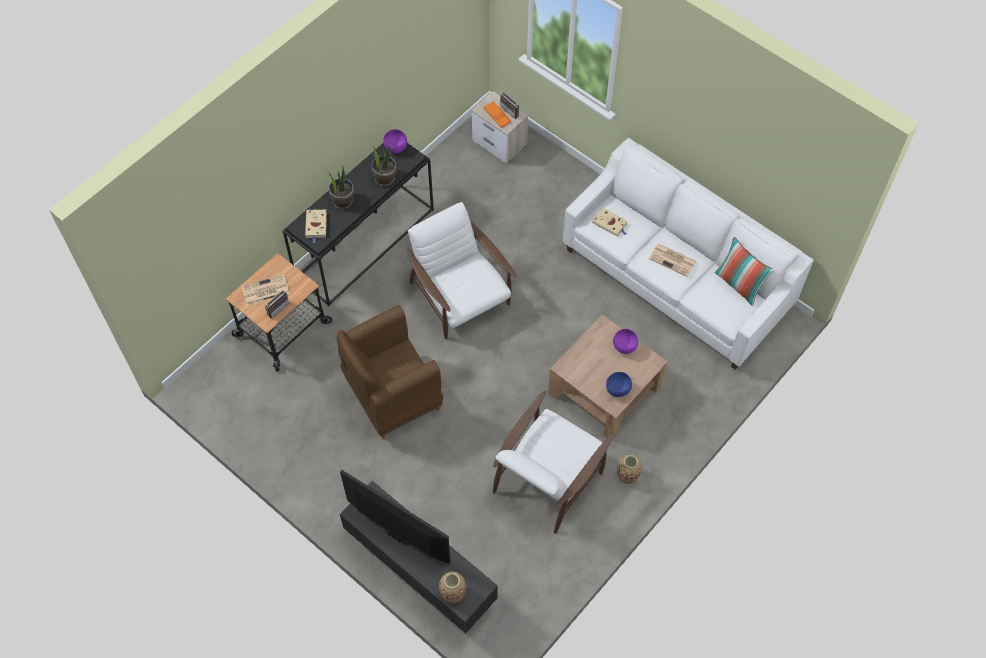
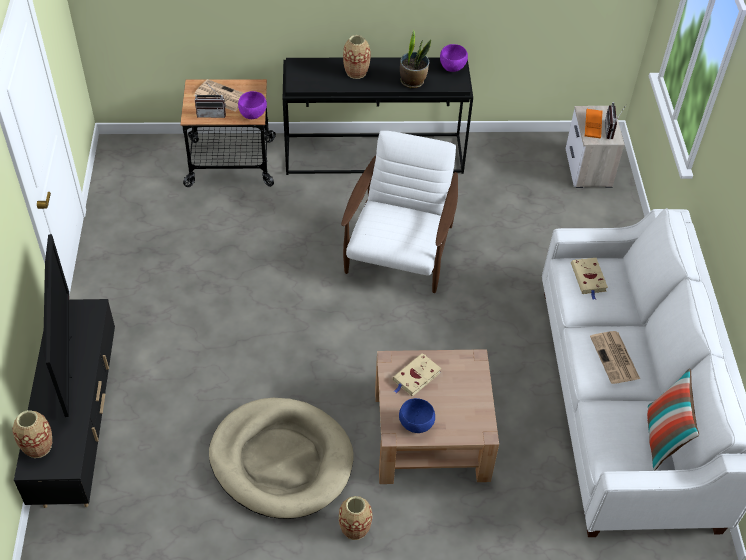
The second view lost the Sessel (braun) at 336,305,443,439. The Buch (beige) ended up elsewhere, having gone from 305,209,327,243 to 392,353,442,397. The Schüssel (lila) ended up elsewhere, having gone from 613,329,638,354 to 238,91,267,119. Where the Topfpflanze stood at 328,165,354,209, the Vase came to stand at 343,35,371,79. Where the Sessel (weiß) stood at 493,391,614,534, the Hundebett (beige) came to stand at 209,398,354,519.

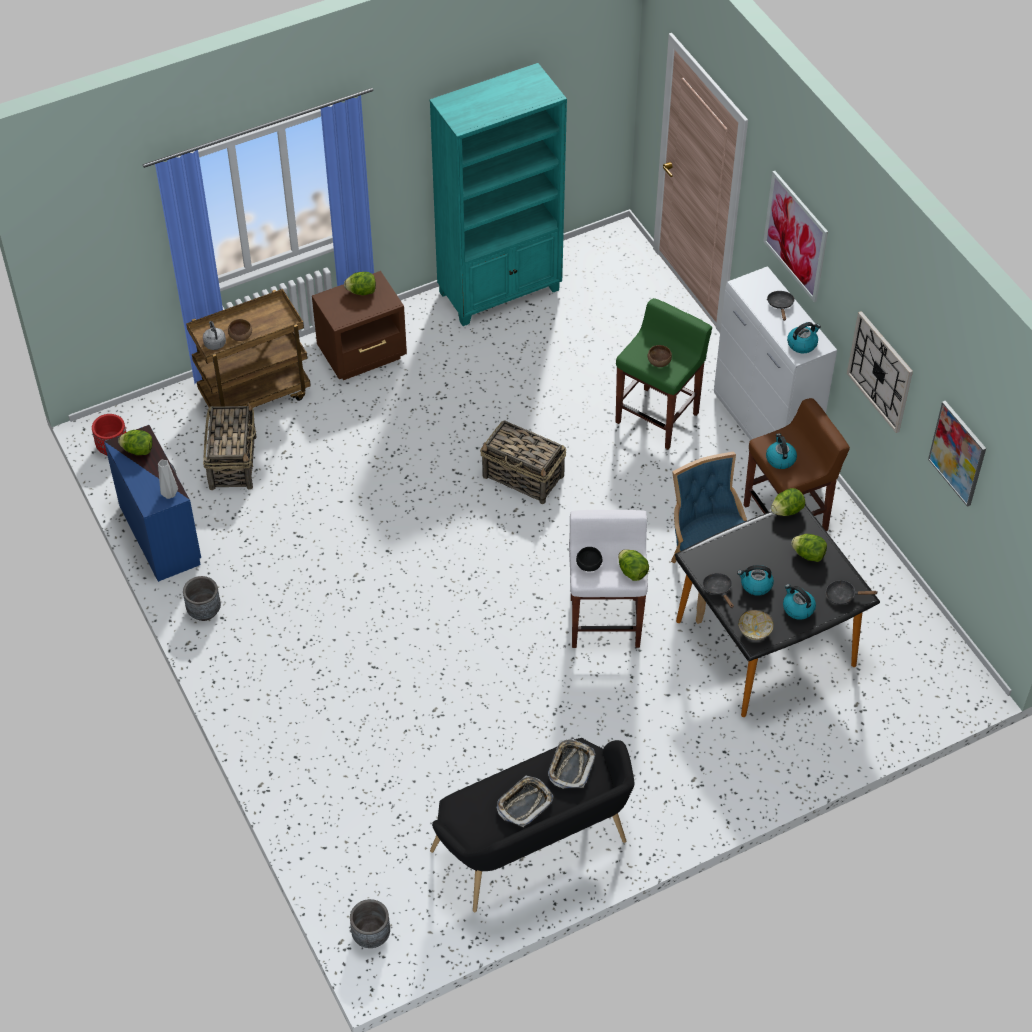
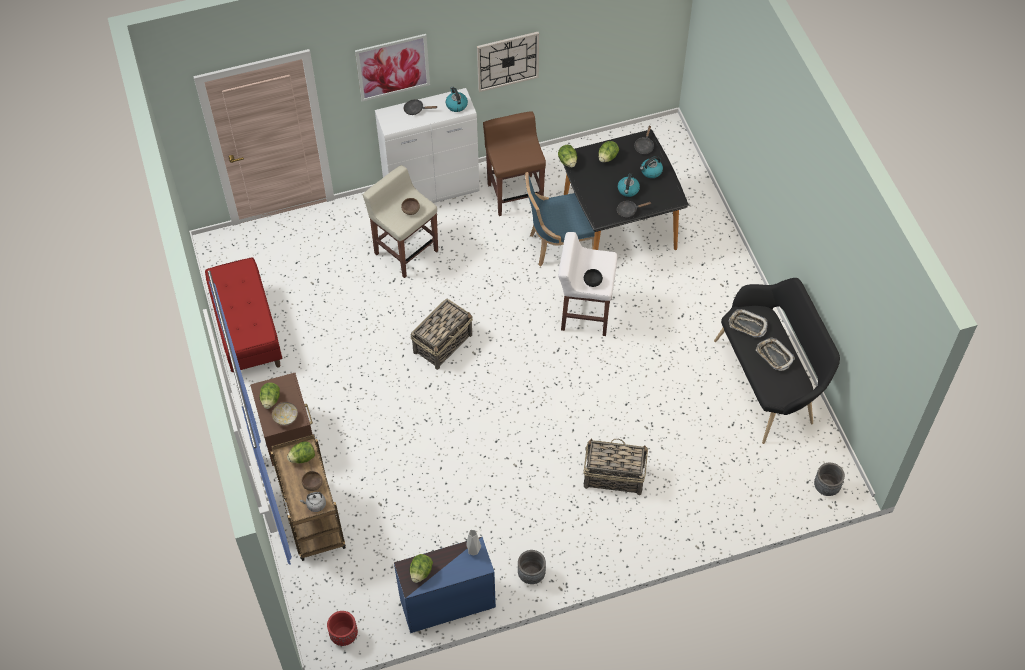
The second view lost the Wasserkessel at 766,433,797,469. The second view lost the Bild at 928,401,986,507. The Korb ended up elsewhere, having gone from 203,402,257,490 to 583,439,648,495. The Salatkopf ended up elsewhere, having gone from 618,549,649,581 to 287,442,315,463. The Schüssel ended up elsewhere, having gone from 738,610,774,640 to 272,402,298,425. Where the Bücherregal (türkis) stood at 430,63,567,326, the Bank (rot) came to stand at 205,257,282,372. What was the Hocker (grün) at 616,298,712,449 turned into the Hocker (beige) at 363,165,438,278.

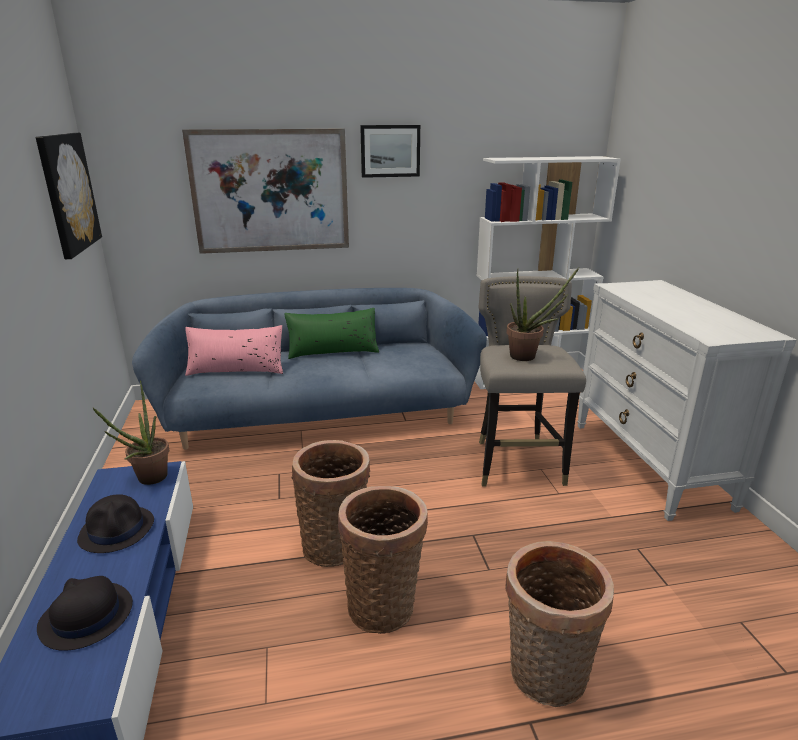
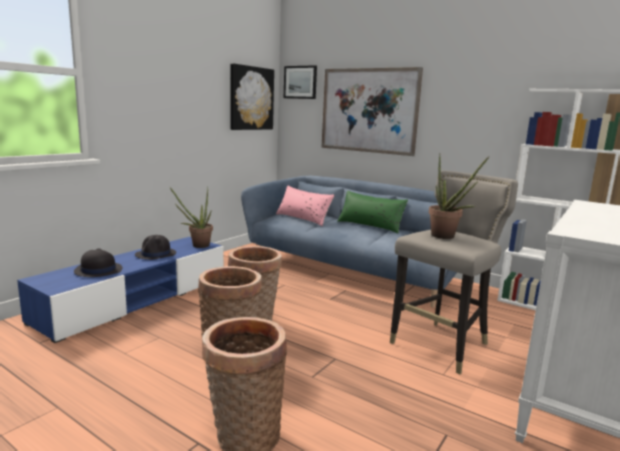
The Bild ended up elsewhere, having gone from 360,125,420,178 to 284,65,317,99.

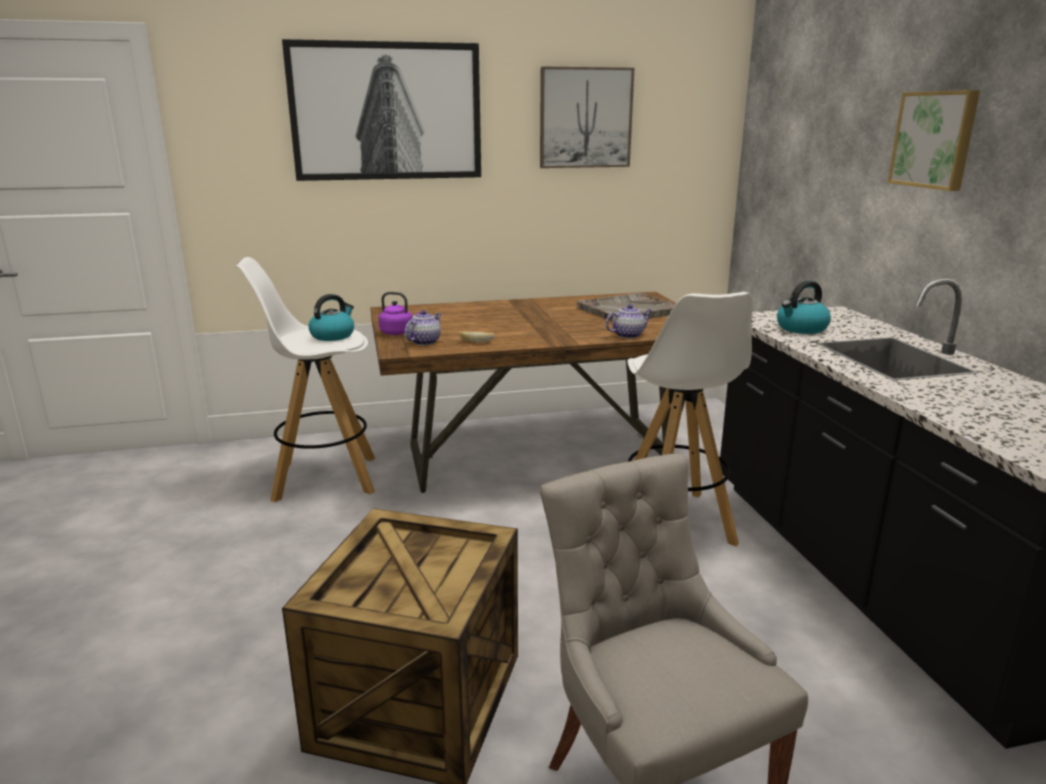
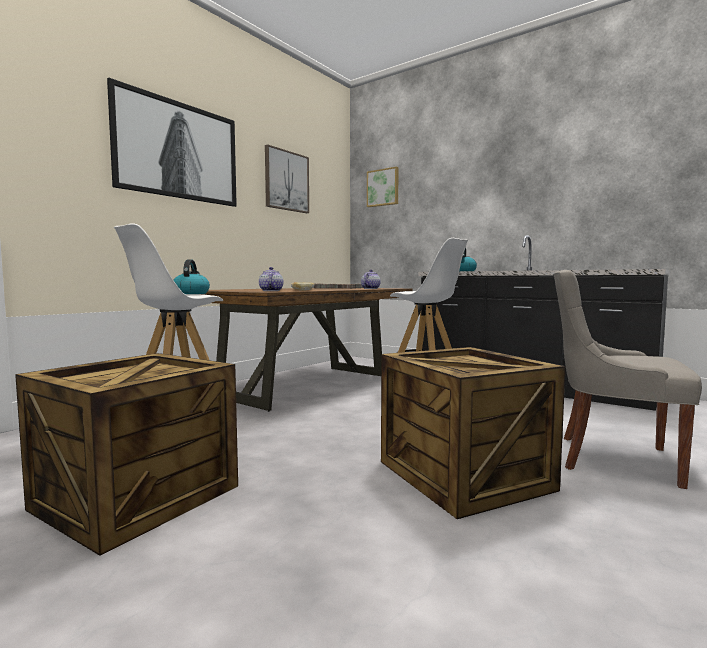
The second view lost the Wasserkessel (lila) at 378,292,421,335. The second view gained the Kiste at 15,353,238,556. The Bild ended up elsewhere, having gone from 888,90,980,191 to 367,167,399,207.

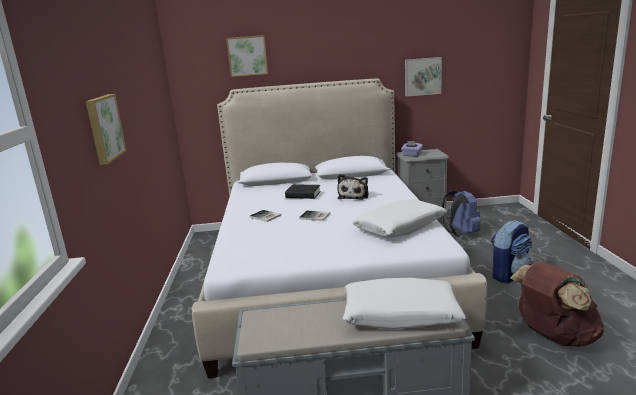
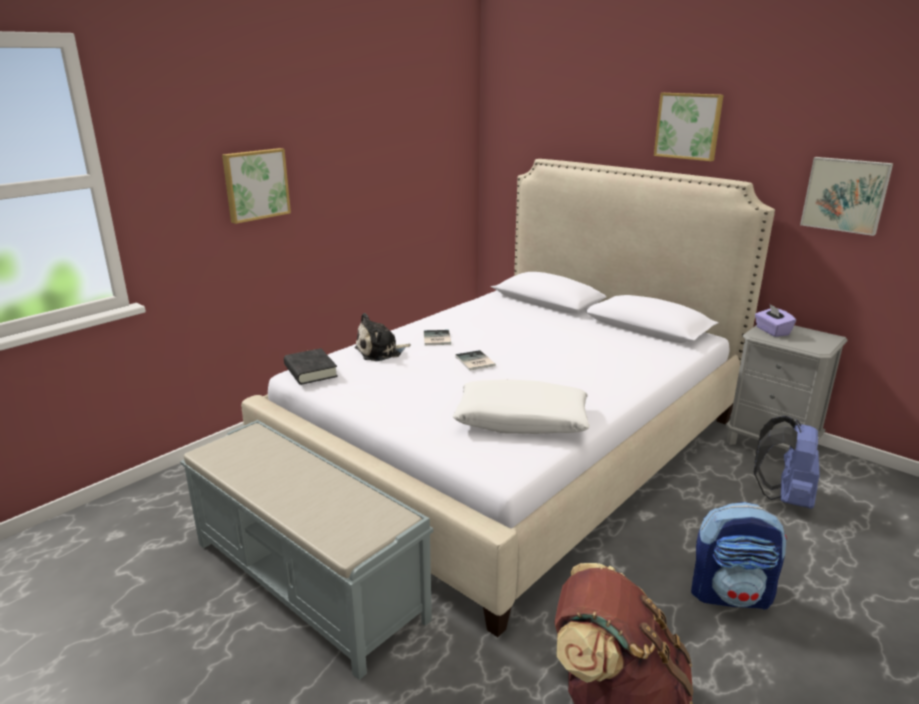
The second view lost the Kissen (weiß) at 342,278,466,329. The Bild ended up elsewhere, having gone from 226,35,268,77 to 654,93,723,161. The Buch (schwarz) ended up elsewhere, having gone from 285,184,321,199 to 284,348,338,385. The Plüschtier ended up elsewhere, having gone from 337,174,369,200 to 354,313,411,361.

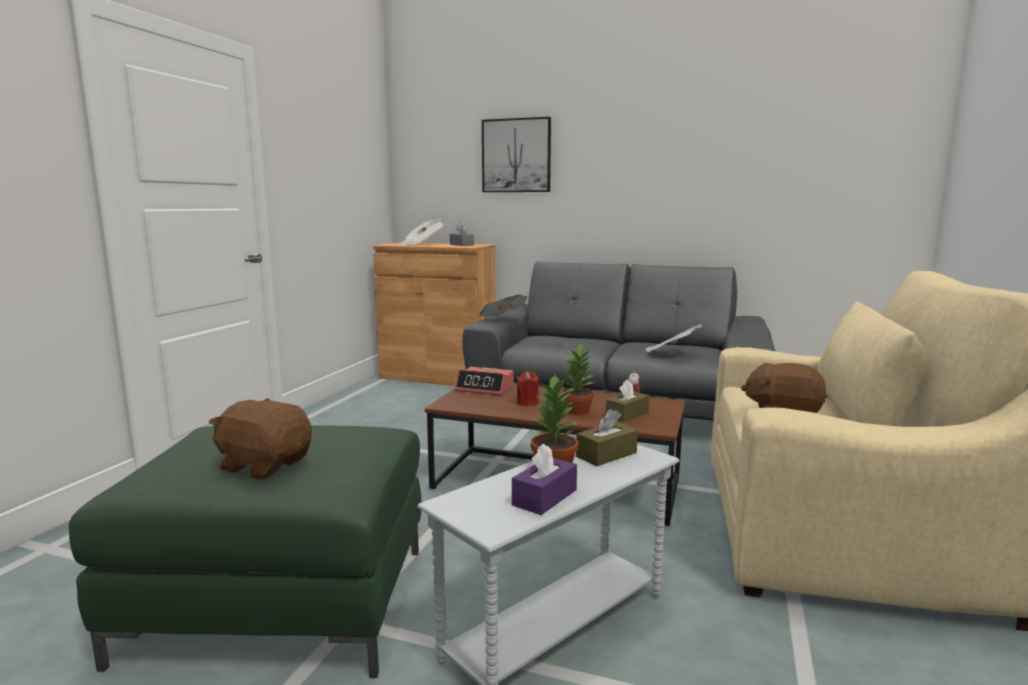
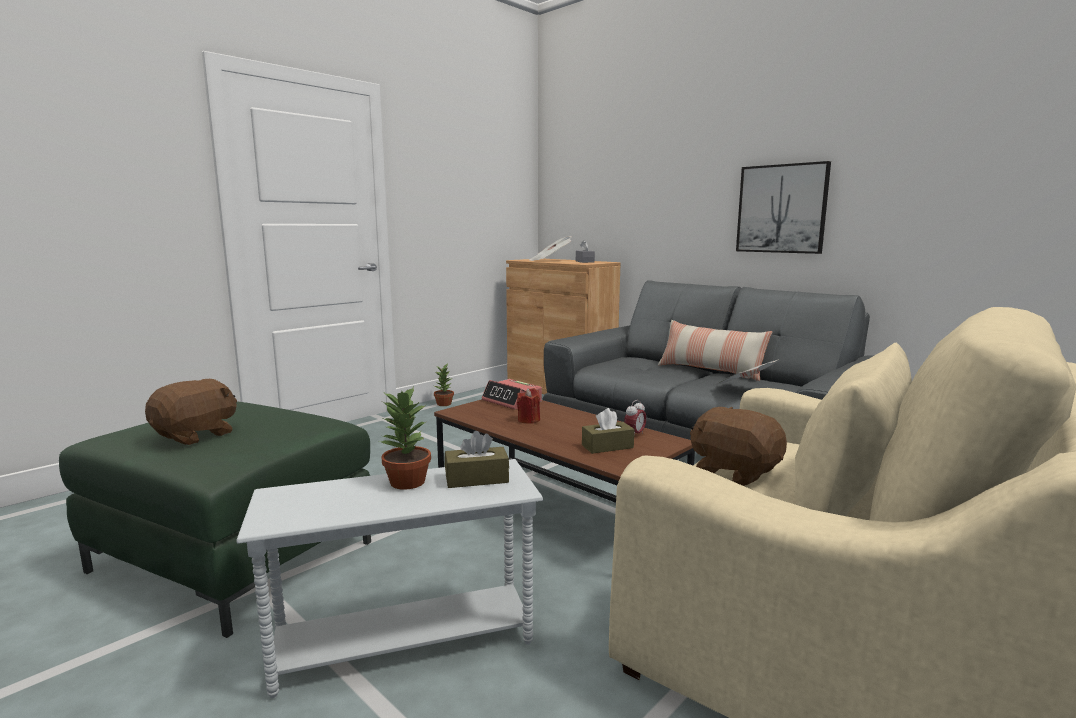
The second view lost the Zeitung at 479,294,528,317. The second view lost the Taschentuchbox (lila) at 512,443,577,515. The second view gained the Kissen at 658,320,773,381. The Bild ended up elsewhere, having gone from 482,117,551,192 to 736,161,831,254. The Topfpflanze ended up elsewhere, having gone from 561,343,595,415 to 434,364,454,406. The Plüschtier (braun) at 209,398,312,480 ended up facing another way, 75 degrees clockwise from before.

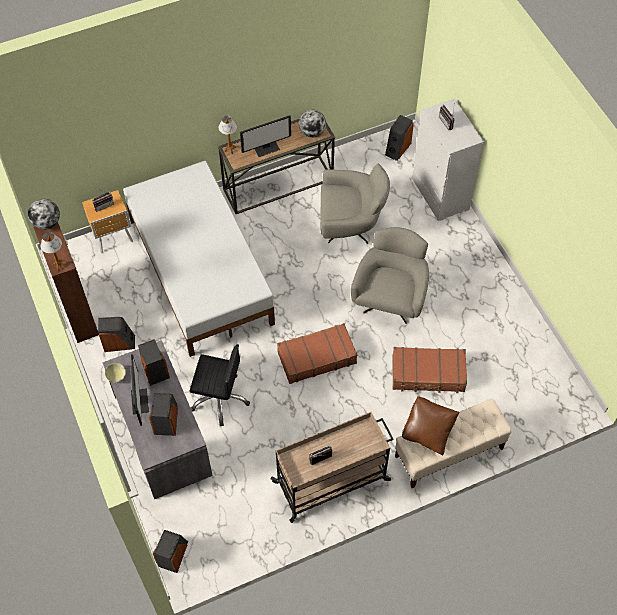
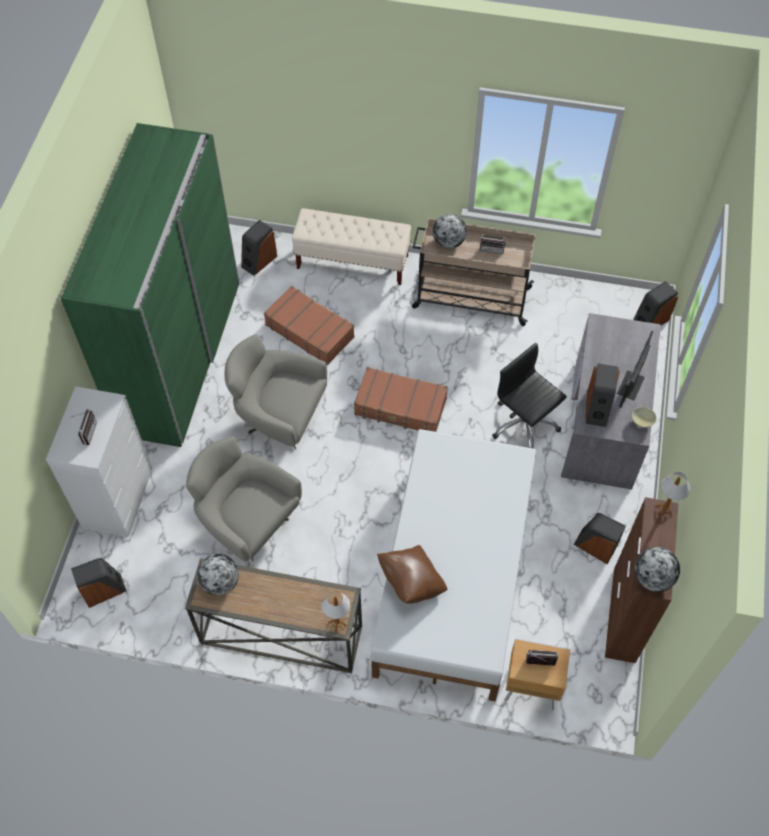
The second view lost the Monitor at 240,115,291,157. The second view gained the Kleiderschrank (grün) at 61,123,239,447. The second view gained the Globus at 433,214,467,249. The Lautsprecher ended up elsewhere, having gone from 149,393,178,436 to 241,220,277,276. The Kissen (braun) ended up elsewhere, having gone from 402,396,460,456 to 377,545,447,604. The Sessel (grau) at 351,227,429,324 ended up facing another way, 60 degrees clockwise from before.

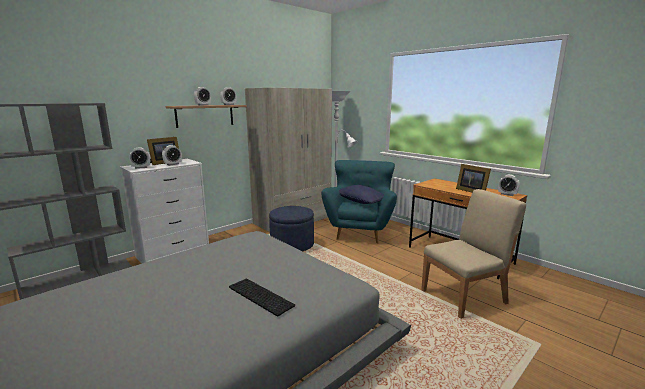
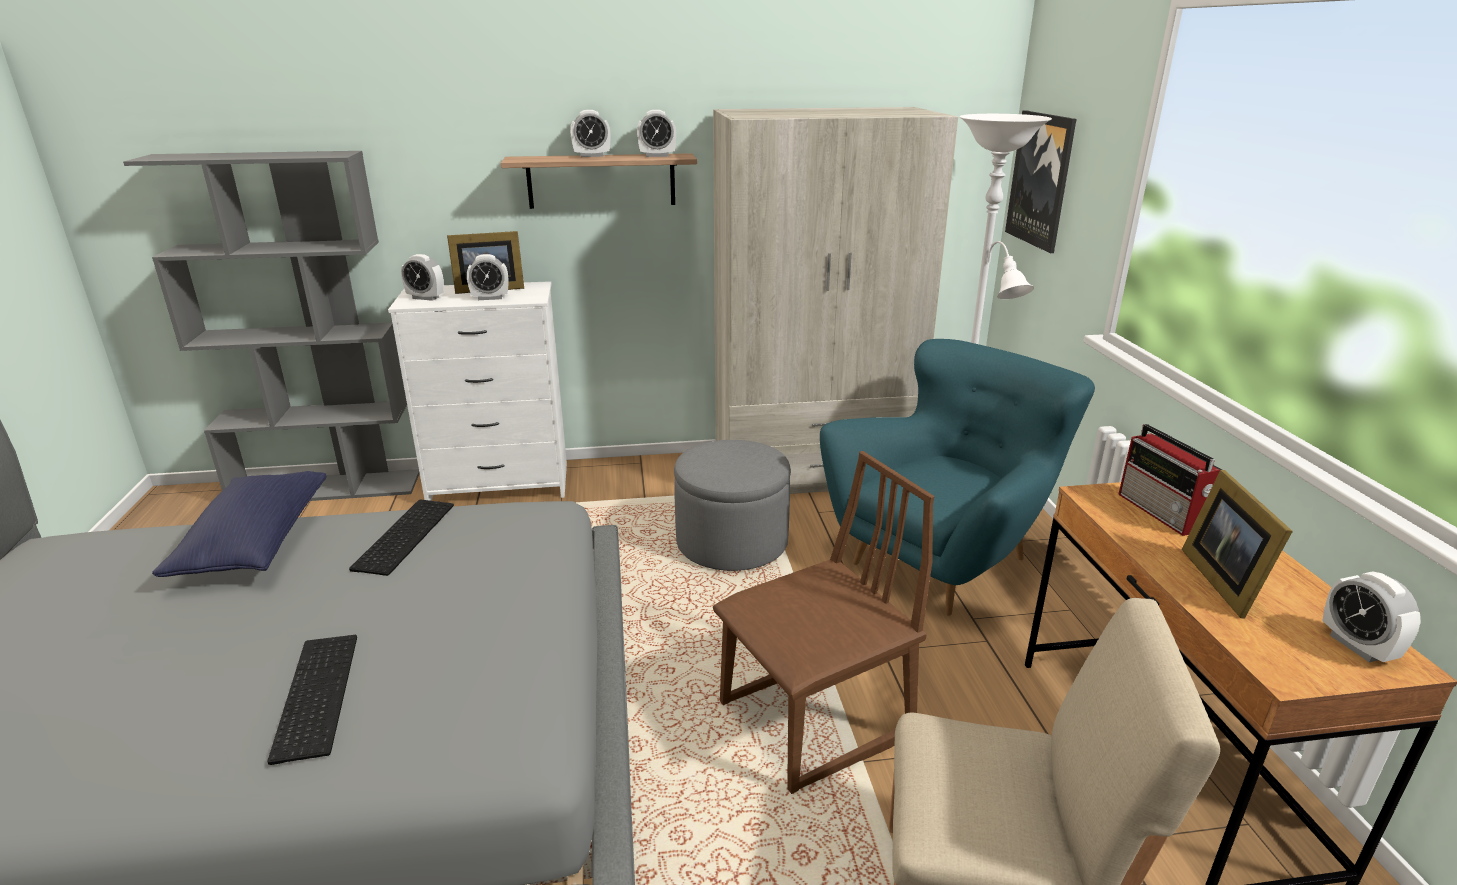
The second view gained the Tastatur at 349,499,454,576. The second view gained the Stuhl (braun) at 713,451,934,794. The second view gained the Bild at 1005,110,1076,253. The second view gained the Radio at 1118,424,1222,536. The Kissen (blau) ended up elsewhere, having gone from 339,185,384,204 to 152,471,327,577. What was the Polsterhocker (blau) at 269,206,314,251 turned into the Polsterhocker (grau) at 674,440,791,571.

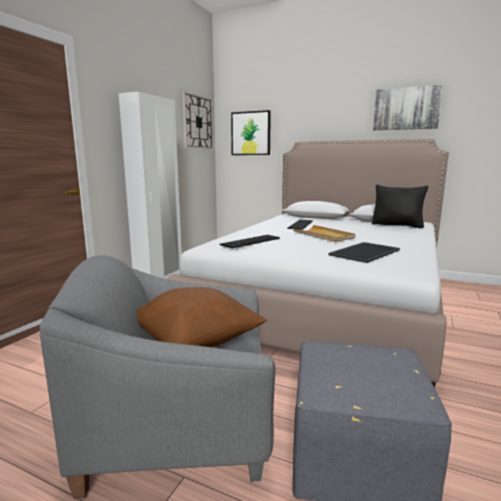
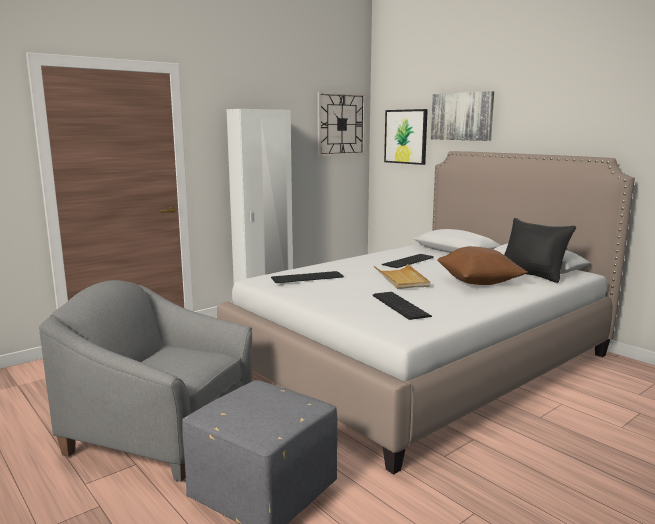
The Kissen (braun) ended up elsewhere, having gone from 137,287,267,347 to 437,246,528,285. The Bild ended up elsewhere, having gone from 373,85,443,130 to 431,91,494,141. Where the Tablett stood at 329,242,400,263, the Tastatur came to stand at 373,292,432,320.

